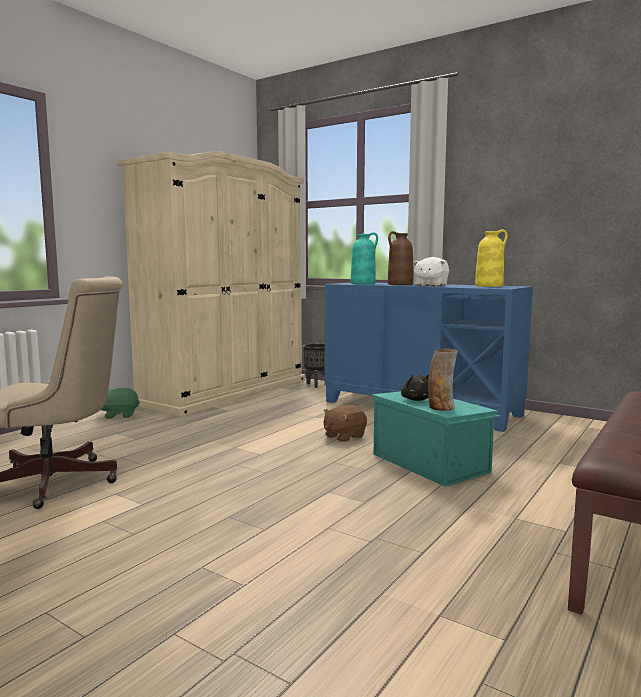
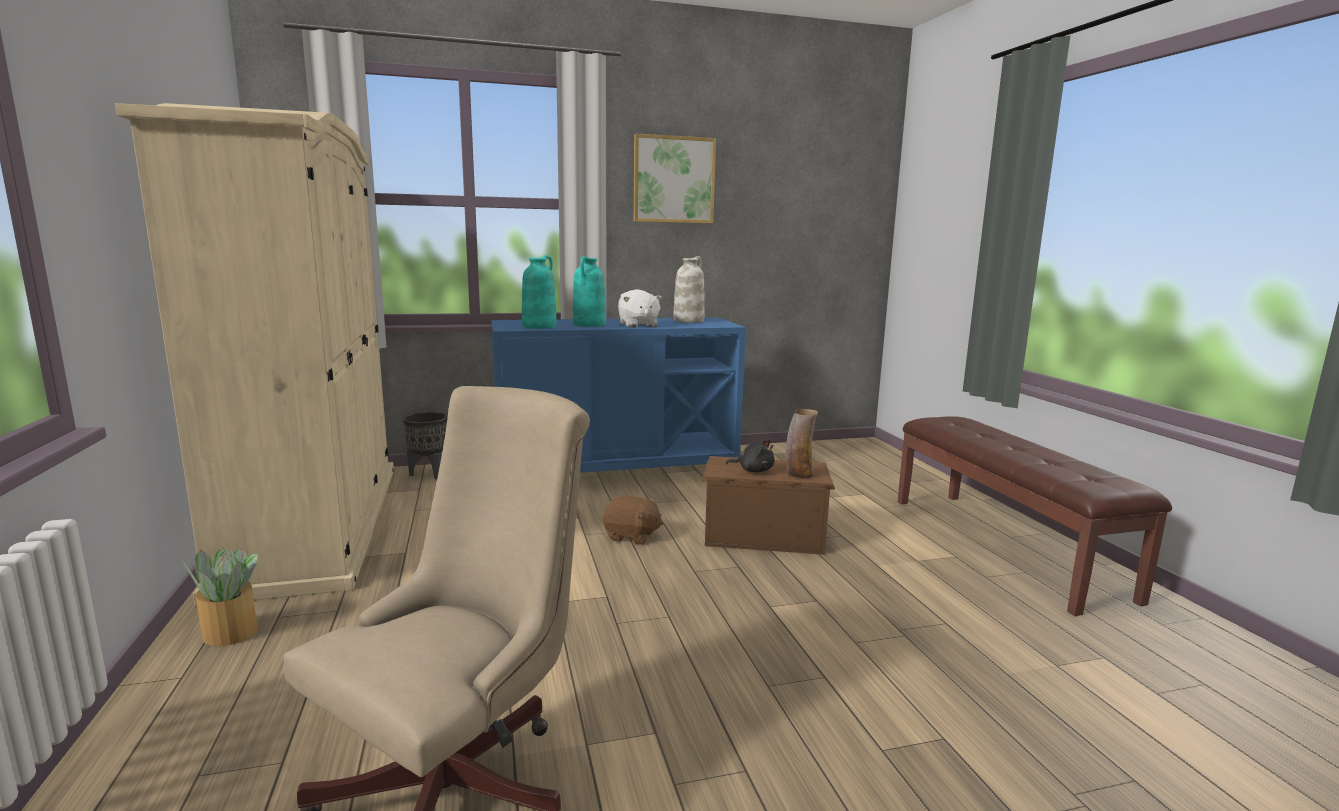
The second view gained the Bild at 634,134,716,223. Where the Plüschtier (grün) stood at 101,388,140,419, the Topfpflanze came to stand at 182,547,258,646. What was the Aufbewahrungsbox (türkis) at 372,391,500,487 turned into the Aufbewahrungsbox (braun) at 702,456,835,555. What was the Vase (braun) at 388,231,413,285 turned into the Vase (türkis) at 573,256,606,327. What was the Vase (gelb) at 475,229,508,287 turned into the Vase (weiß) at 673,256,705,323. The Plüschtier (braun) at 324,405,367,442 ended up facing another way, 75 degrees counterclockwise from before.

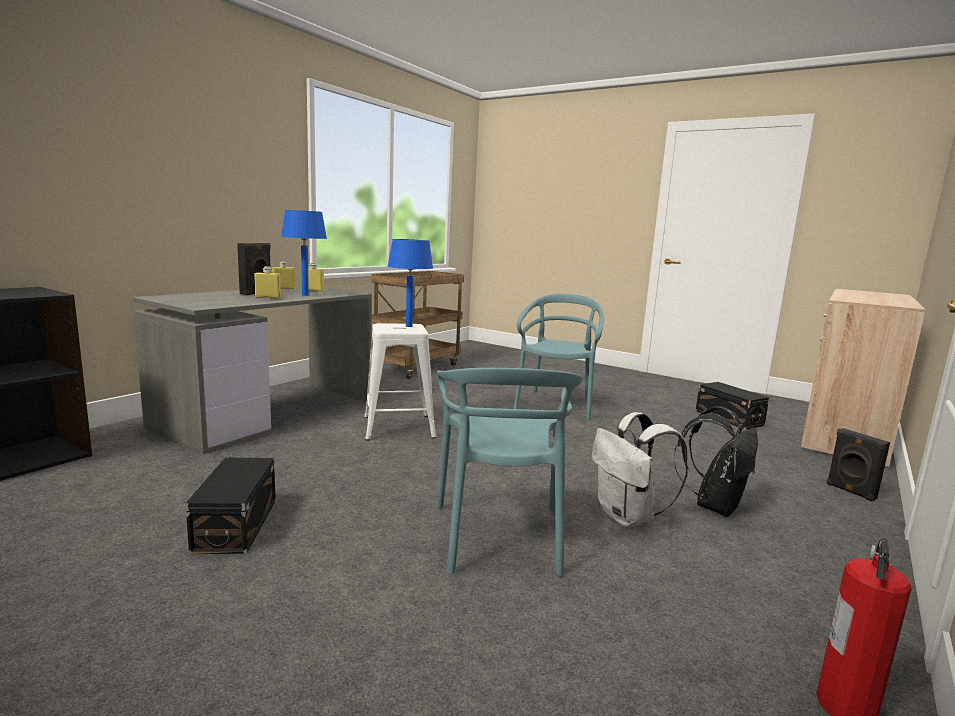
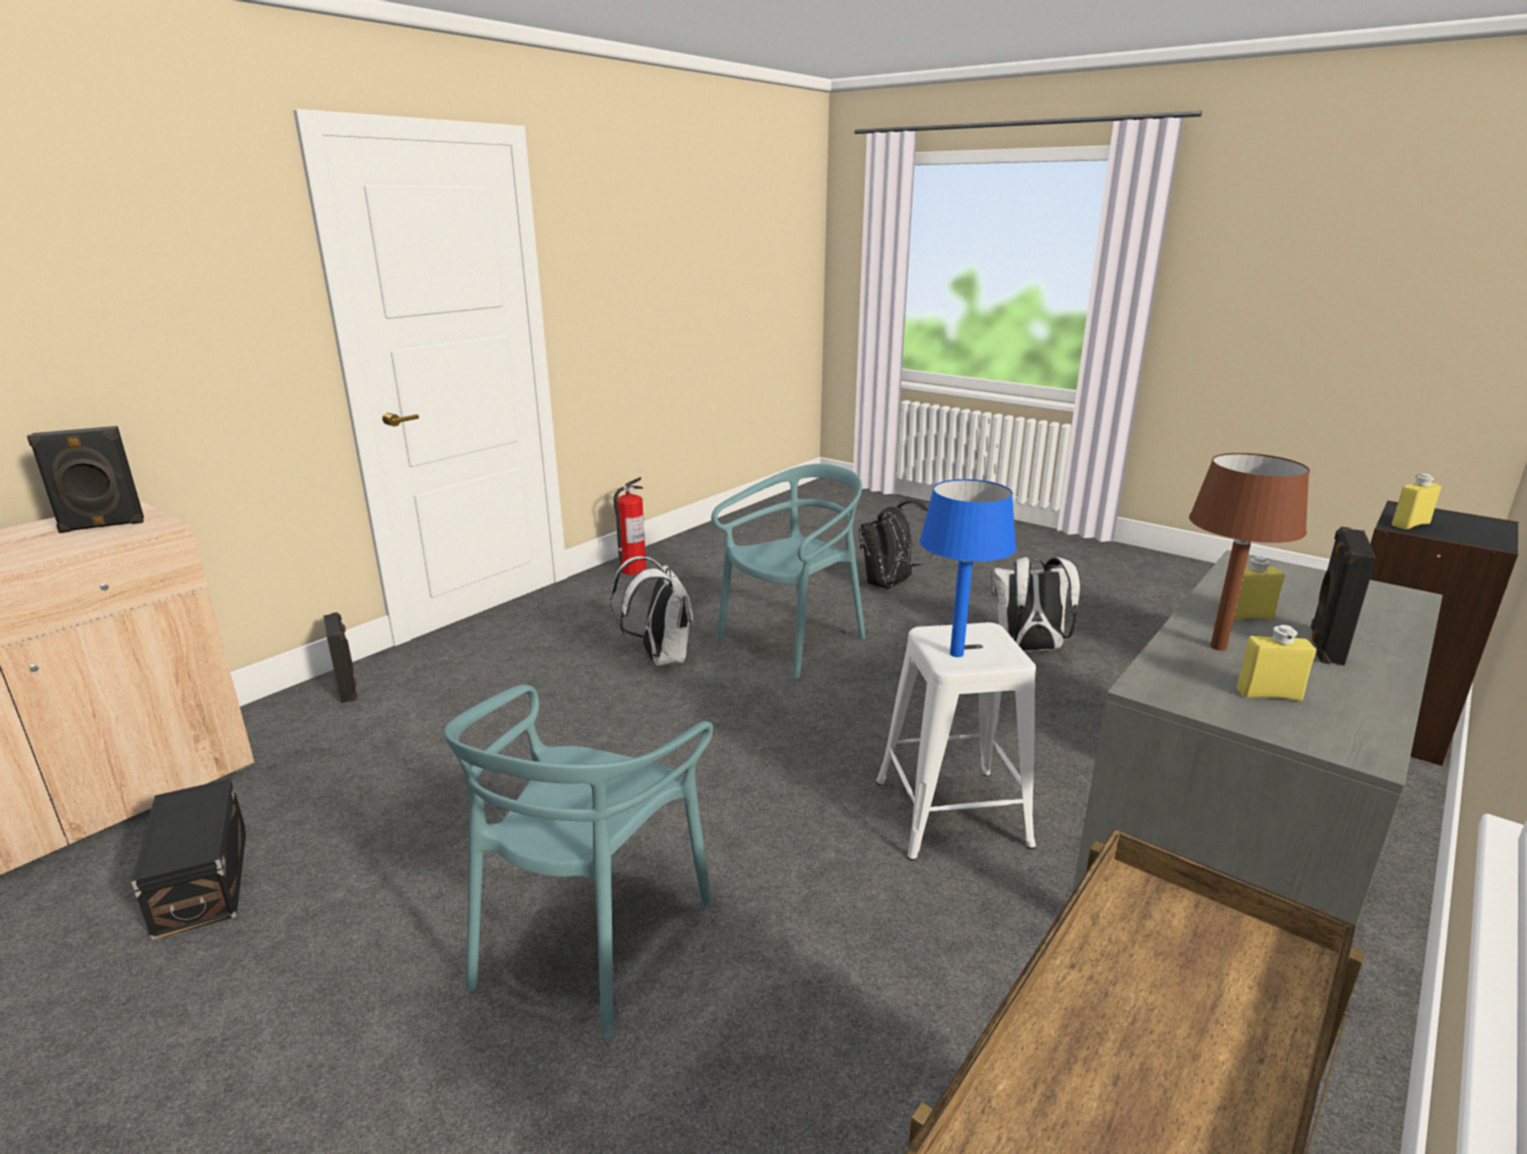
The second view gained the Lautsprecher (schwarz) at 27,426,144,533. The Flasche (gelb) ended up elsewhere, having gone from 272,261,295,290 to 1392,474,1441,529. The Rucksack (schwarz) ended up elsewhere, having gone from 673,406,758,517 to 859,501,933,589. Where the Aufbewahrungsbox (schwarz) stood at 185,458,276,554, the Rucksack (weiß) came to stand at 991,557,1080,651. What was the Tischlampe (blau) at 281,210,327,296 turned into the Tischlampe (braun) at 1189,453,1310,651. The Stuhl (türkis) at 437,368,583,576 ended up facing another way, 45 degrees clockwise from before.

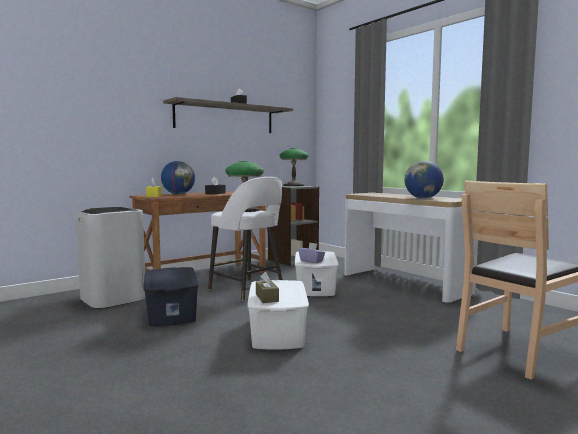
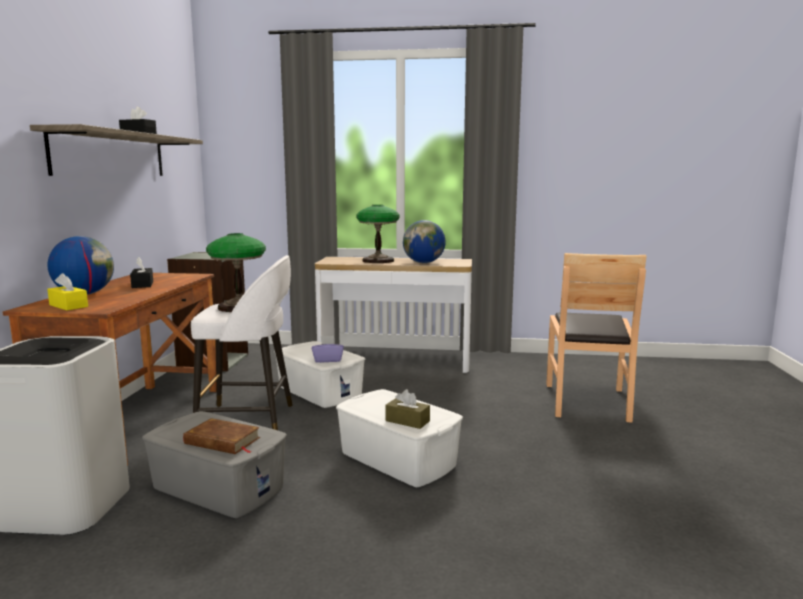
The second view gained the Buch (braun) at 183,418,260,454. The Tischlampe ended up elsewhere, having gone from 279,148,308,186 to 356,205,400,263. What was the Aufbewahrungsbox (blau) at 143,267,199,326 turned into the Aufbewahrungsbox (grau) at 142,411,287,518.

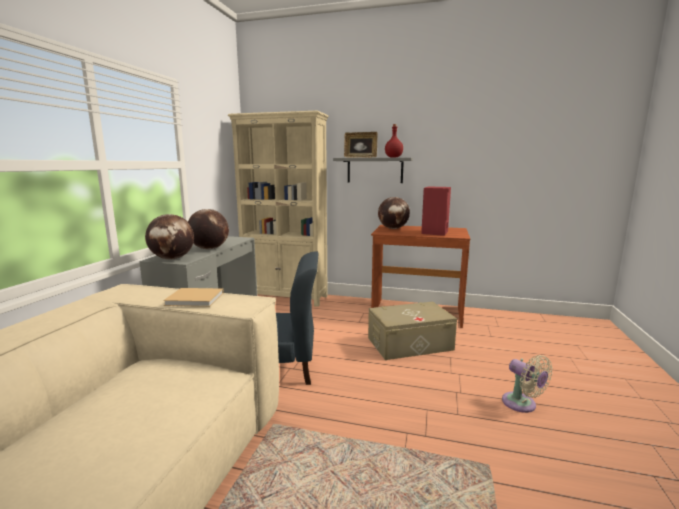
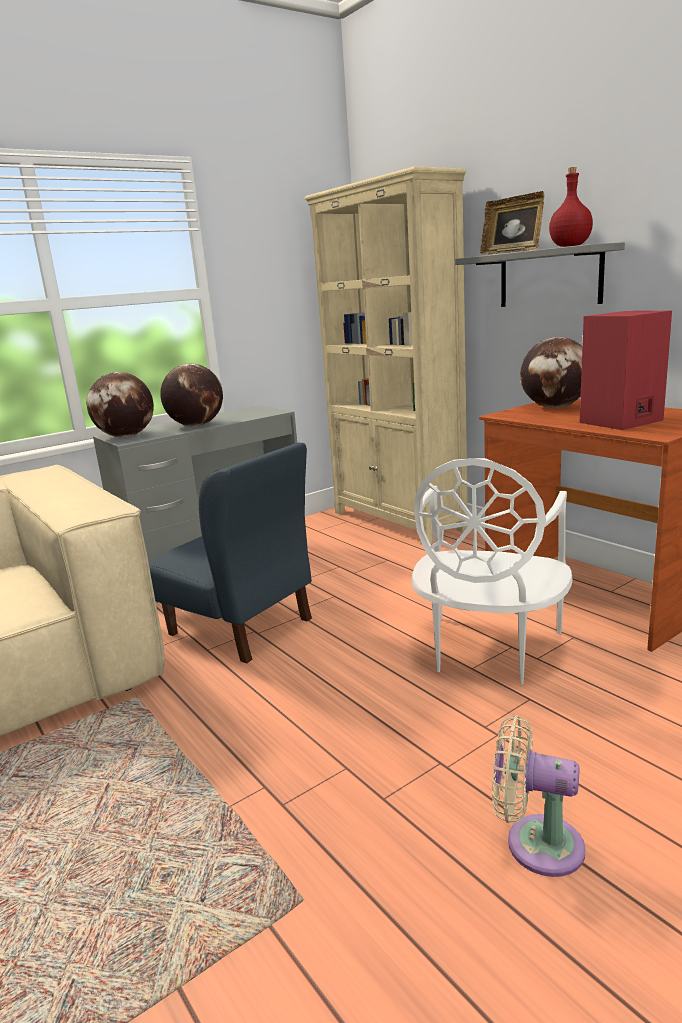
The second view lost the Buch (beige) at 163,288,224,307. Where the Aufbewahrungsbox (beige) stood at 368,302,457,360, the Stuhl (weiß) came to stand at 412,458,573,684. The Ventilator (beige) at 502,355,553,413 ended up facing another way, 105 degrees clockwise from before.

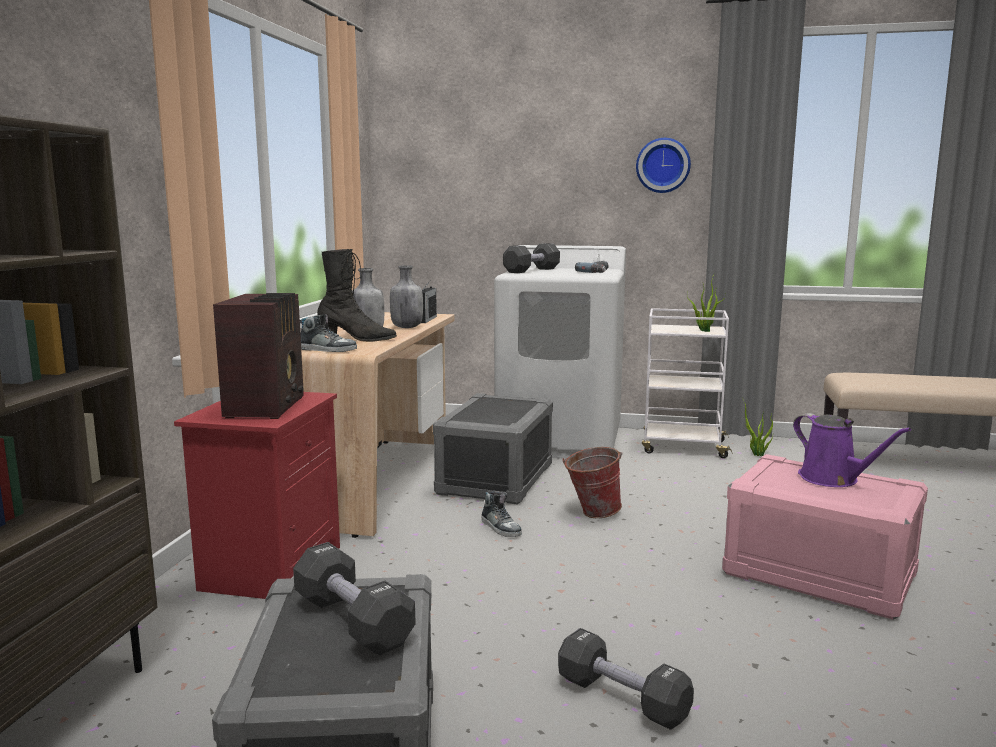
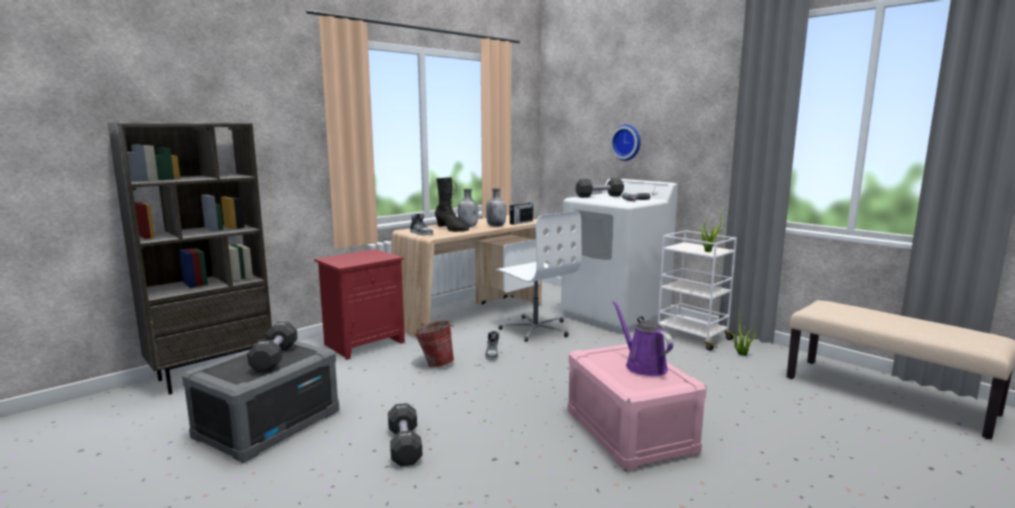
The second view lost the Radio at 213,293,304,419. The Eimer ended up elsewhere, having gone from 562,447,622,518 to 414,320,454,368. The Wanduhr ended up elsewhere, having gone from 636,138,691,193 to 610,124,641,161. Where the Aufbewahrungsbox (grau) stood at 433,393,553,505, the Bürostuhl (weiß) came to stand at 495,211,582,342. The Gießkanne (lila) at 793,413,911,487 ended up facing another way, 150 degrees clockwise from before.

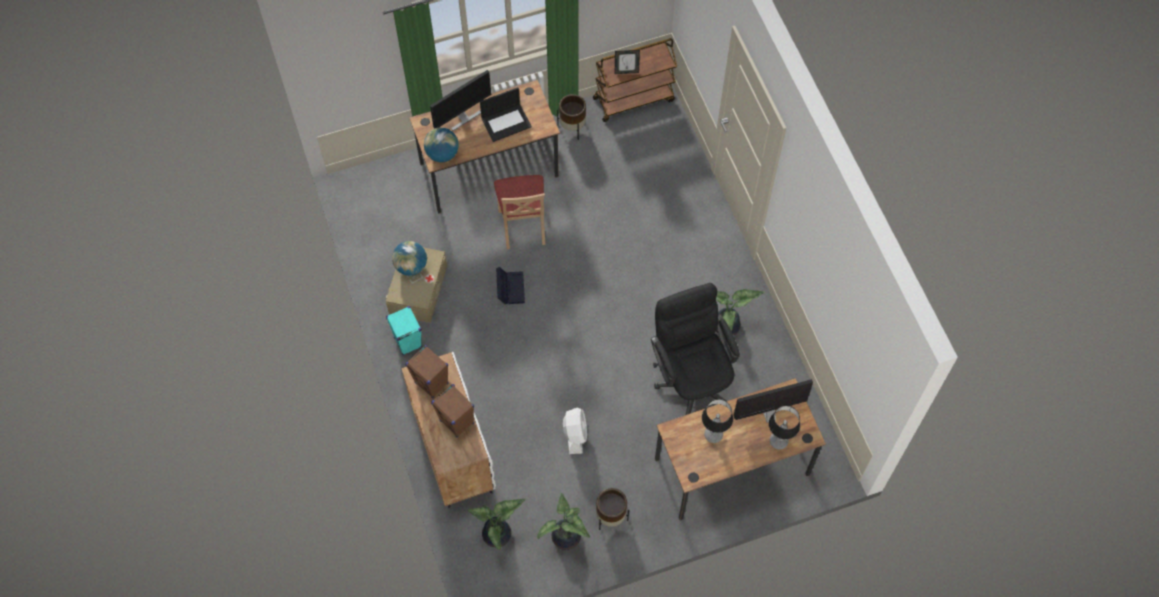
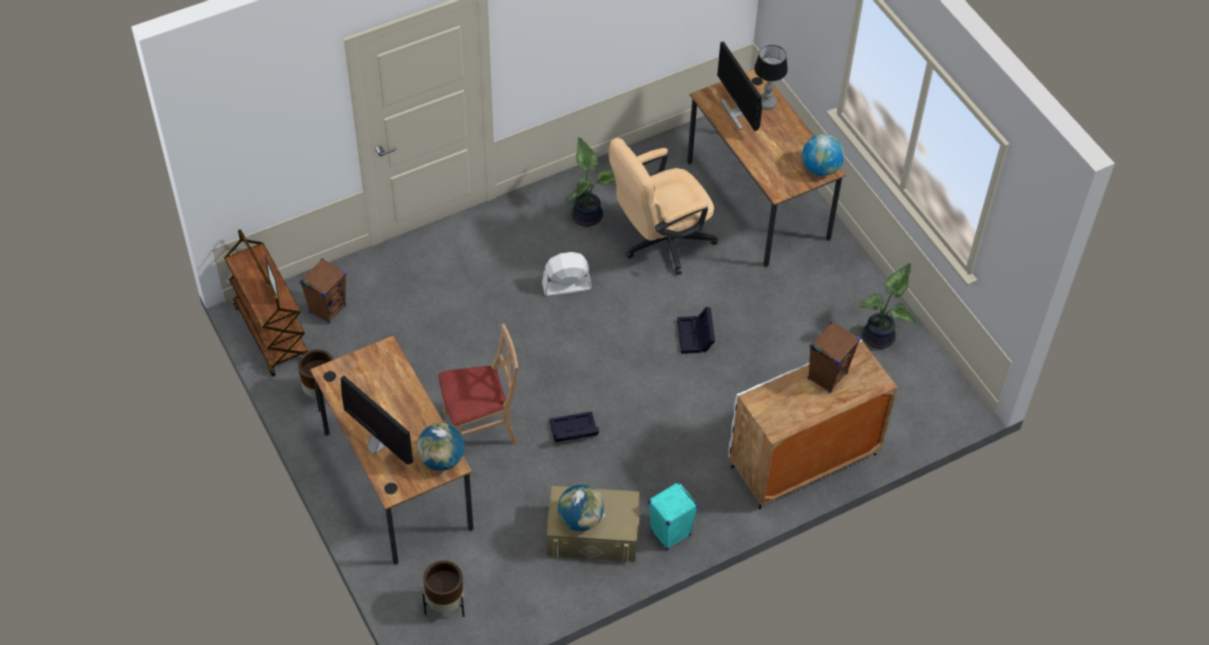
The second view lost the Topfpflanze at 467,499,526,550. The second view lost the Laptop at 480,87,532,142. The second view lost the Tischlampe at 702,399,733,443. The second view gained the Aufbewahrungsbox (schwarz) at 677,307,715,354. The second view gained the Globus at 802,134,844,176. The Lautsprecher (braun) ended up elsewhere, having gone from 405,345,449,399 to 300,258,346,324. The Ventilator (weiß) ended up elsewhere, having gone from 563,408,587,454 to 542,252,592,296. The Pflanzkübel (braun) ended up elsewhere, having gone from 596,488,629,530 to 422,561,464,617. What was the Bürostuhl (schwarz) at 651,283,740,415 turned into the Bürostuhl (beige) at 609,138,718,275.

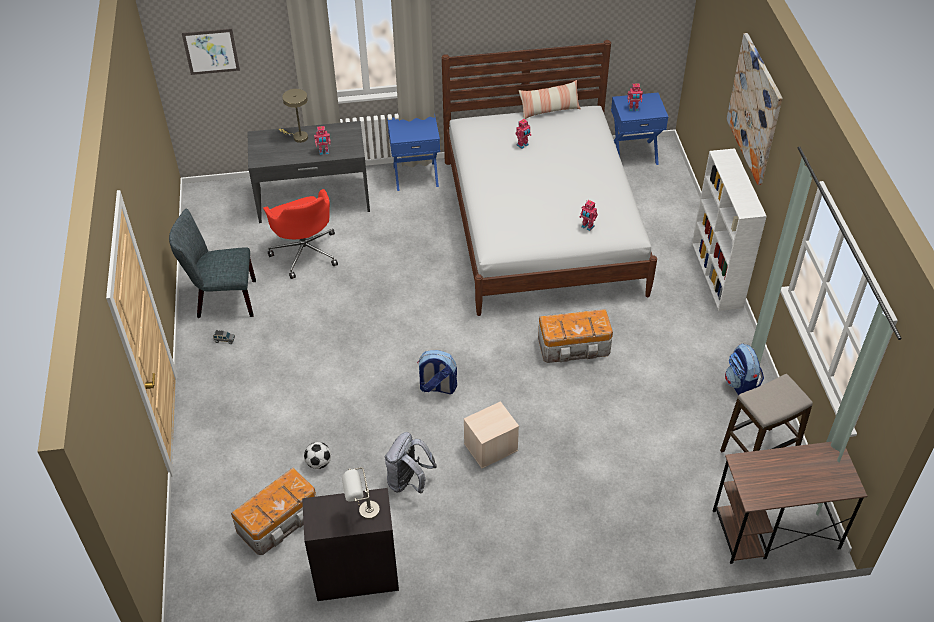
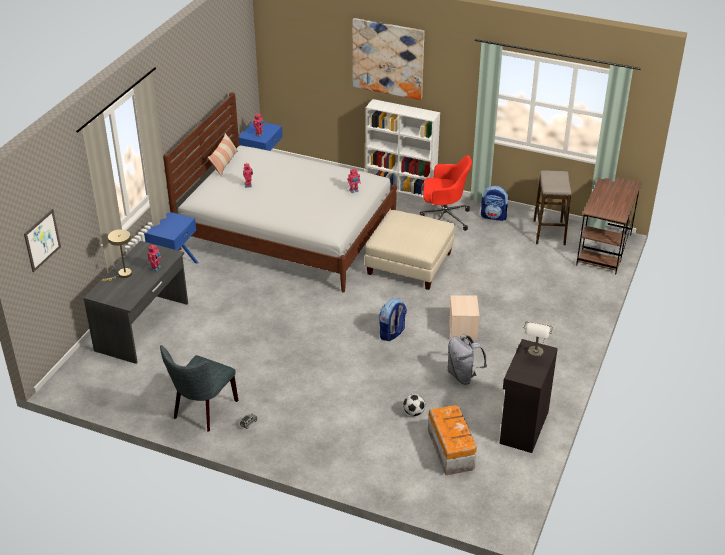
The Bürostuhl (rot) ended up elsewhere, having gone from 263,189,338,279 to 420,155,472,231. Where the Aufbewahrungsbox stood at 538,309,613,363, the Polsterhocker (beige) came to stand at 365,210,455,290.

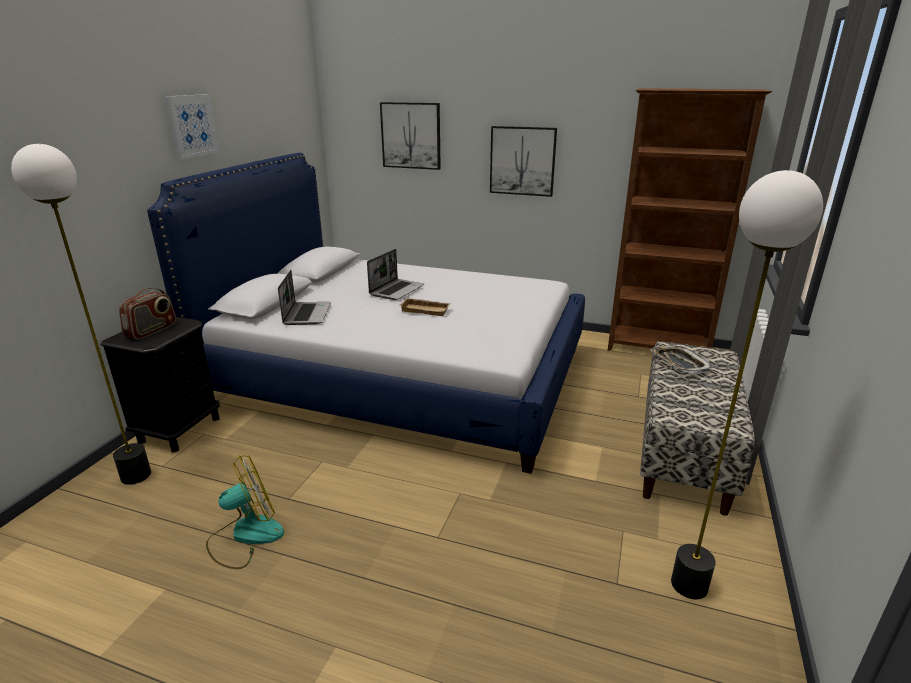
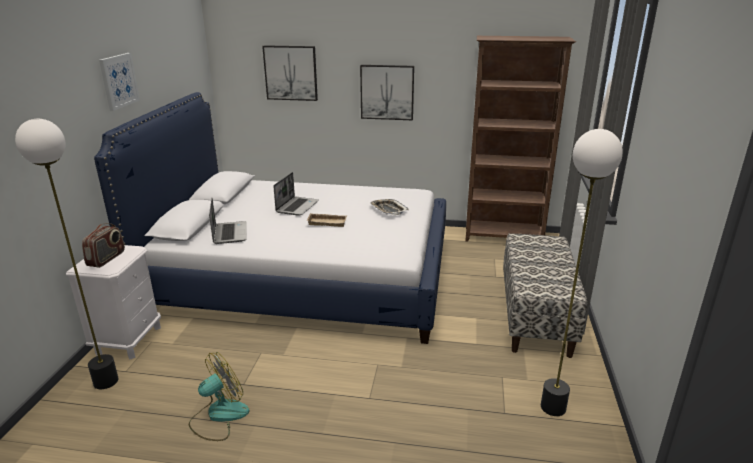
The Tablett ended up elsewhere, having gone from 650,345,713,374 to 370,199,409,215. What was the Nachttisch (schwarz) at 100,317,220,452 turned into the Nachttisch (weiß) at 66,245,161,359.

